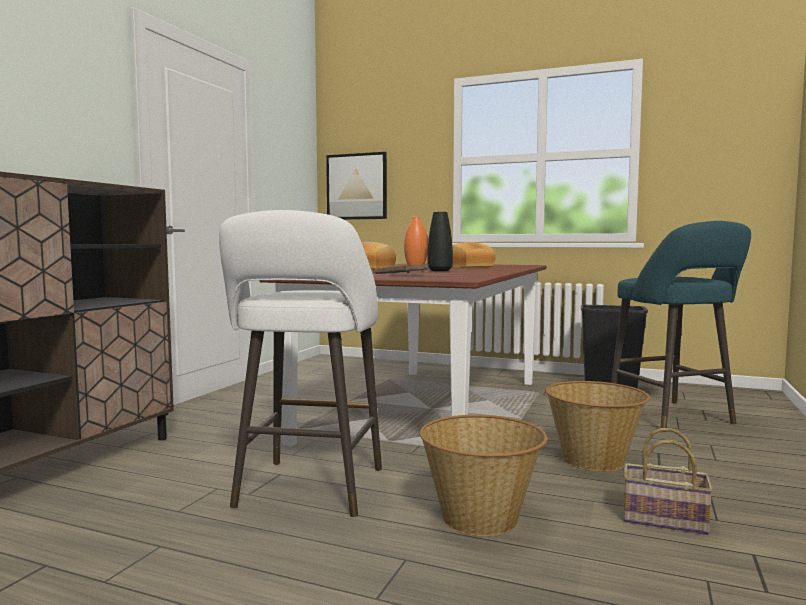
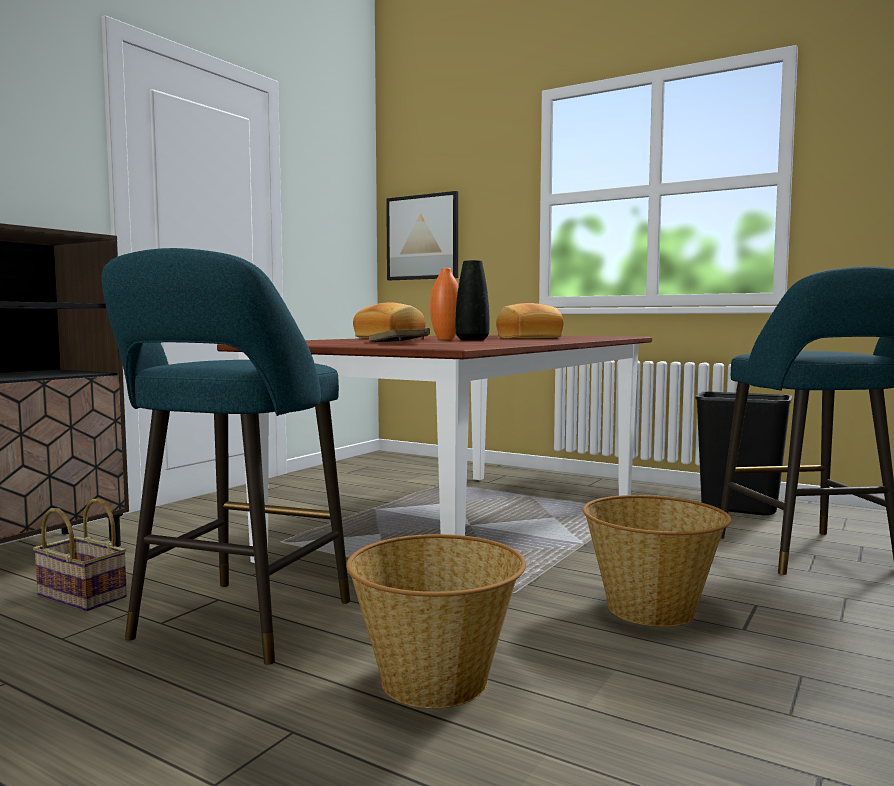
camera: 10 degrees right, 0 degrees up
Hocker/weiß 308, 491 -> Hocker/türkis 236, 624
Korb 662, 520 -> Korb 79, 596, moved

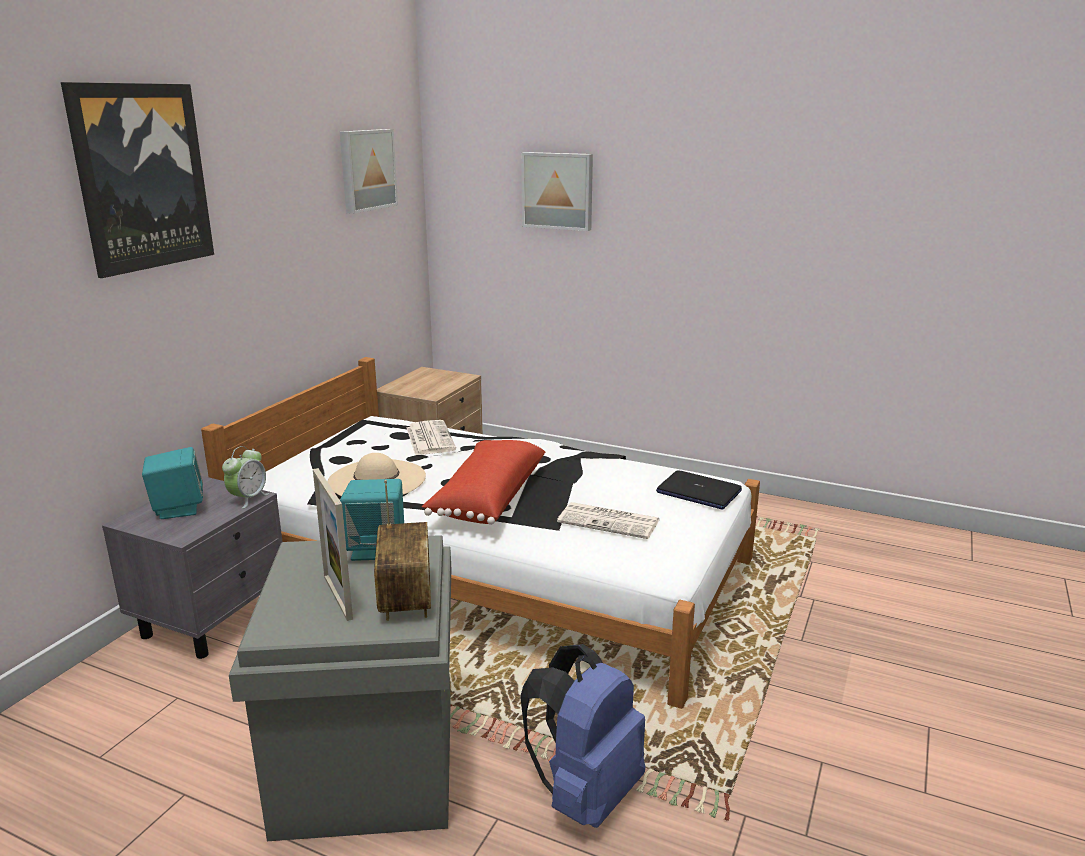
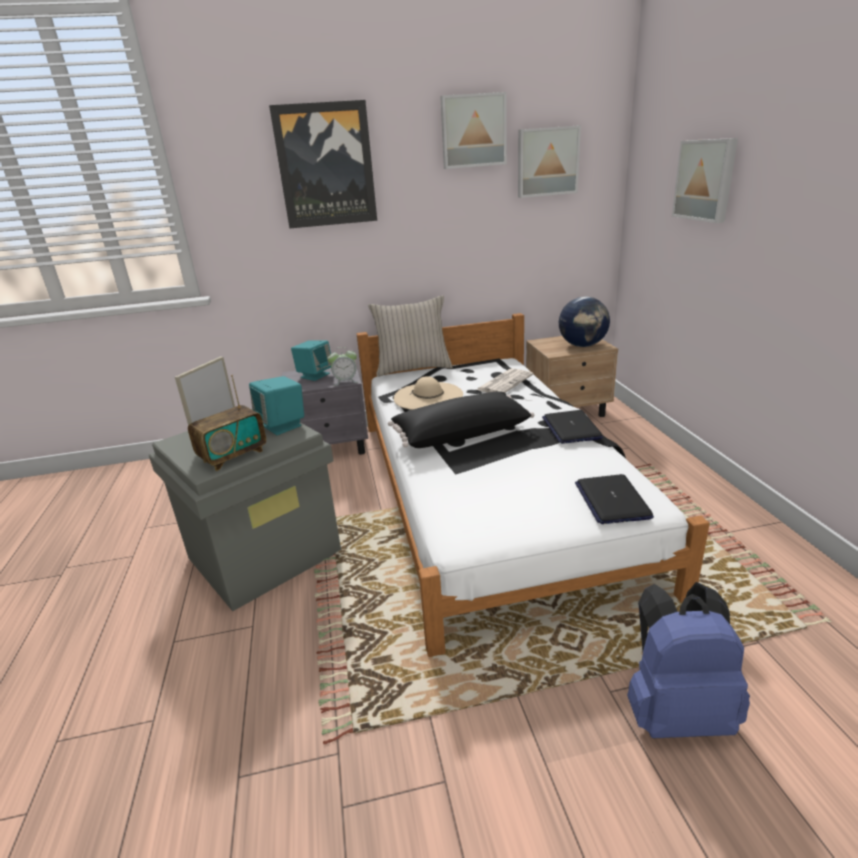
camera: 55 degrees right, 5 degrees up
Kissen/rot 487, 498 -> Kissen/schwarz 460, 433
Rucksack/blau 585, 793 -> Rucksack/blau 675, 711, moved
Zeitung 610, 521 -> none
none -> Kissen/beige 413, 368
none -> Bild 473, 131
none -> Laptop 571, 428
none -> Globus 582, 345

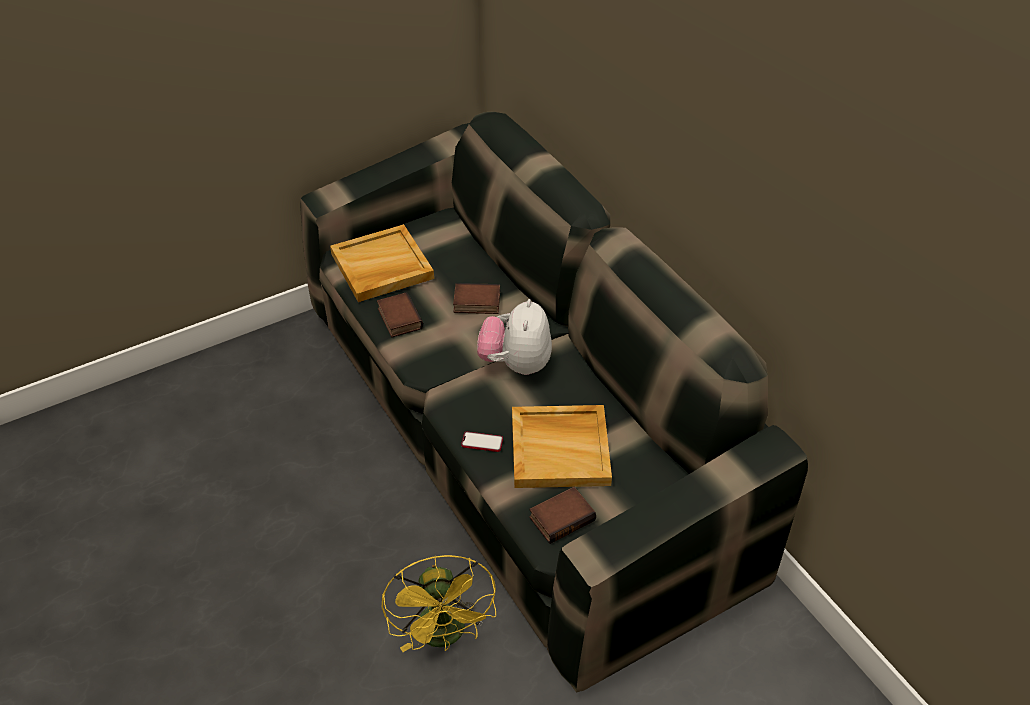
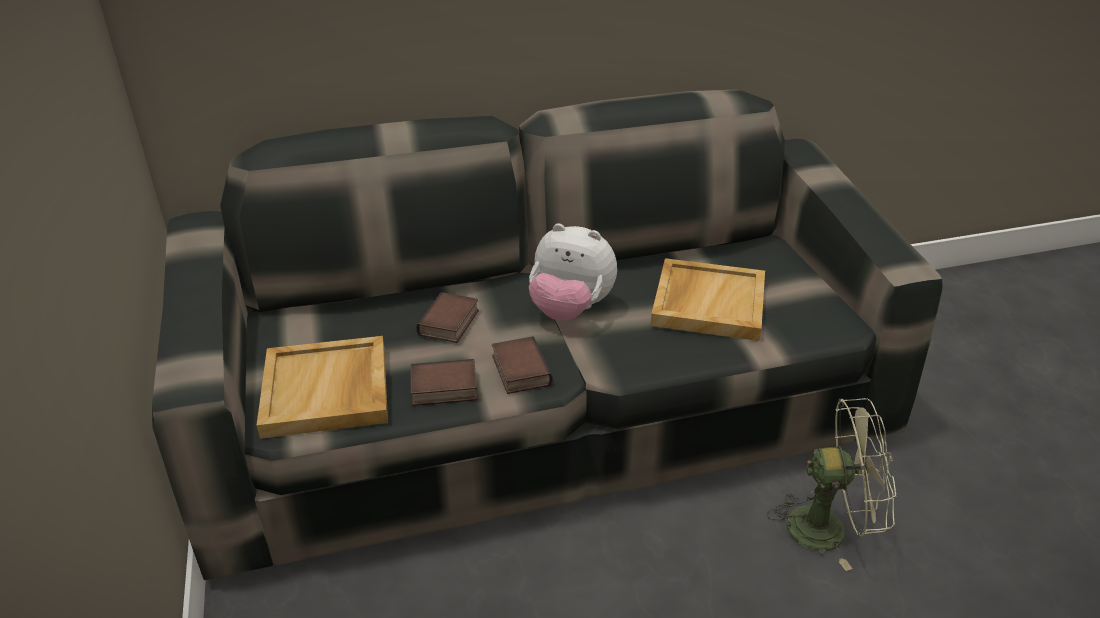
camera: 75 degrees left, 10 degrees down
Ventilator/gelb 444, 636 -> Ventilator/grün 829, 528
Handy 482, 442 -> none
Buch 562, 517 -> Buch 519, 370, moved

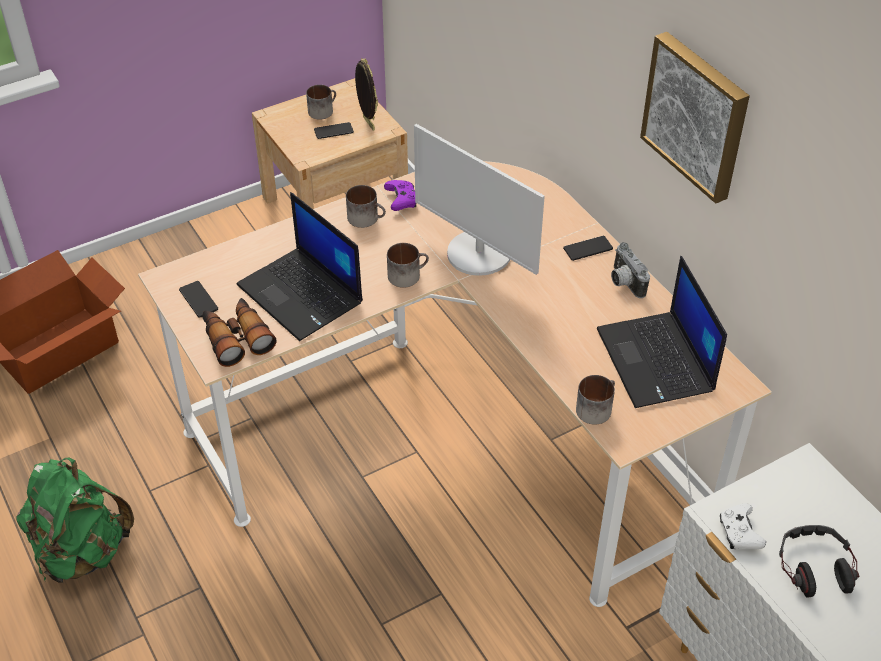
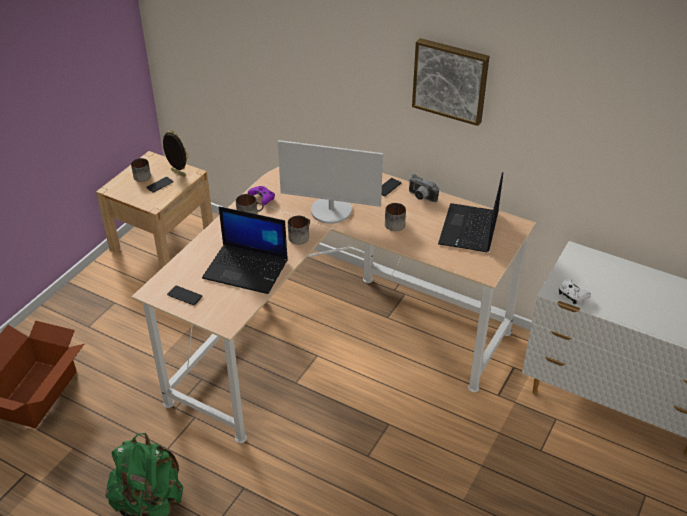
camera: 30 degrees left, 5 degrees down
Fernglas 236, 338 -> none
Henkelbecher 595, 407 -> Henkelbecher 394, 223, moved
Laptop 657, 361 -> Laptop 469, 229, 60 degrees clockwise
Kopfhörer 814, 567 -> none

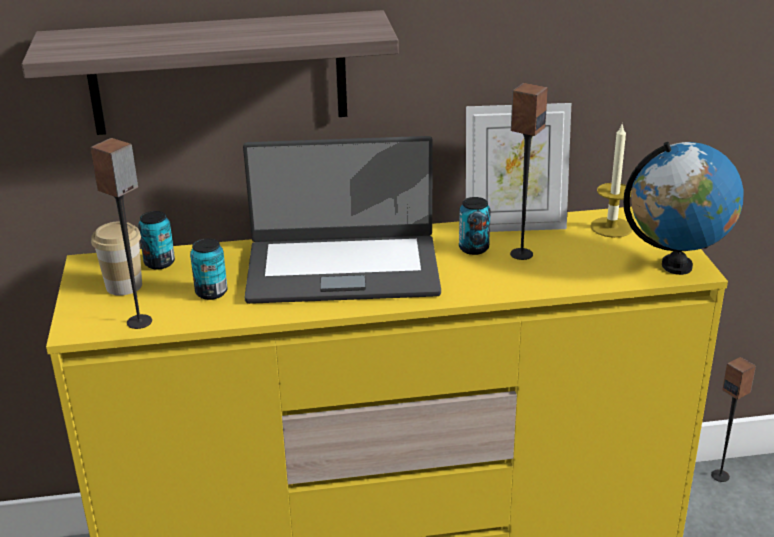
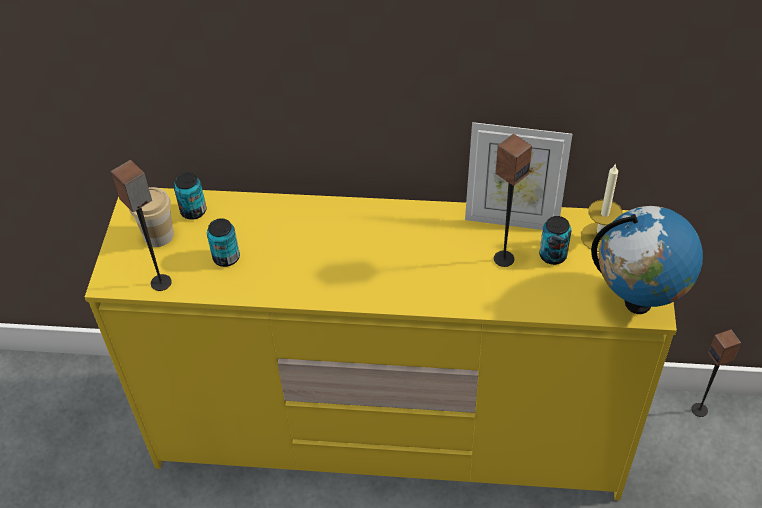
camera: 15 degrees right, 20 degrees up
Wandregal 218, 73 -> none
Laptop 342, 268 -> none
Dose 473, 248 -> Dose 552, 255, moved

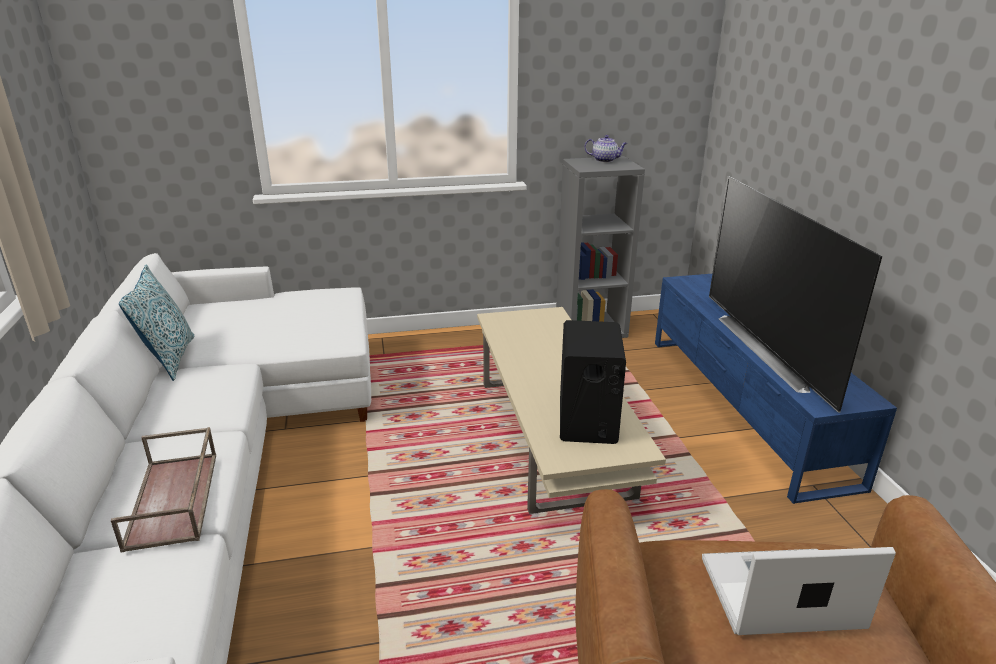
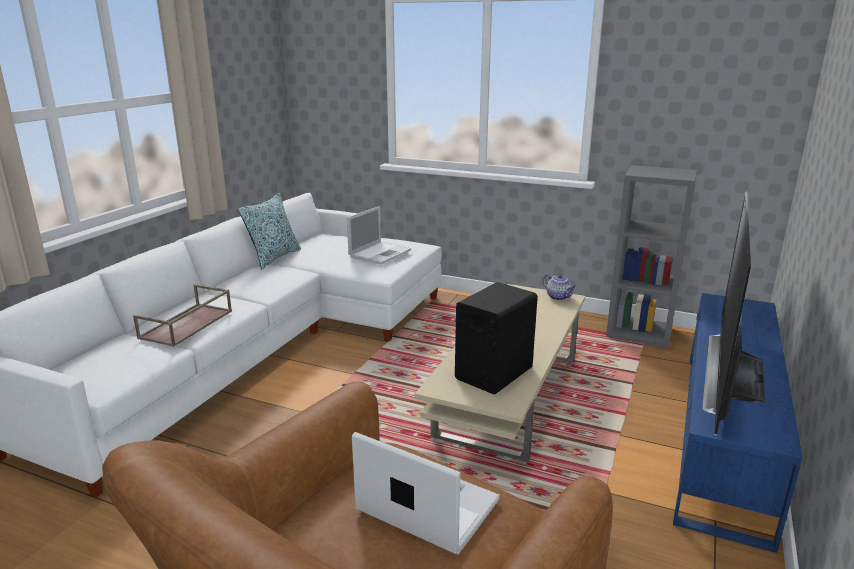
camera: 35 degrees right, 5 degrees down
Teekanne 605, 160 -> Teekanne 558, 297, moved
none -> Laptop 380, 253

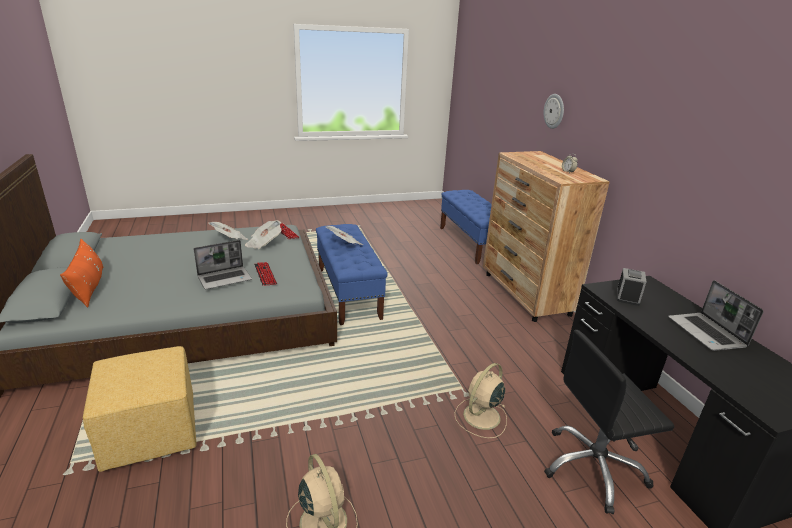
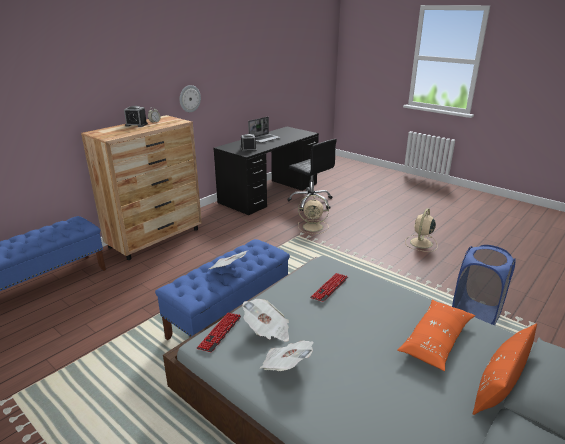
camera: 120 degrees left, 0 degrees up
Polsterhocker/gelb 149, 433 -> Wäschekorb/blau 476, 315
Laptop 225, 278 -> none
Wanduhr 554, 111 -> Wanduhr 189, 98, moved
none -> Wecker 136, 125
none -> Kissen/orange 436, 341

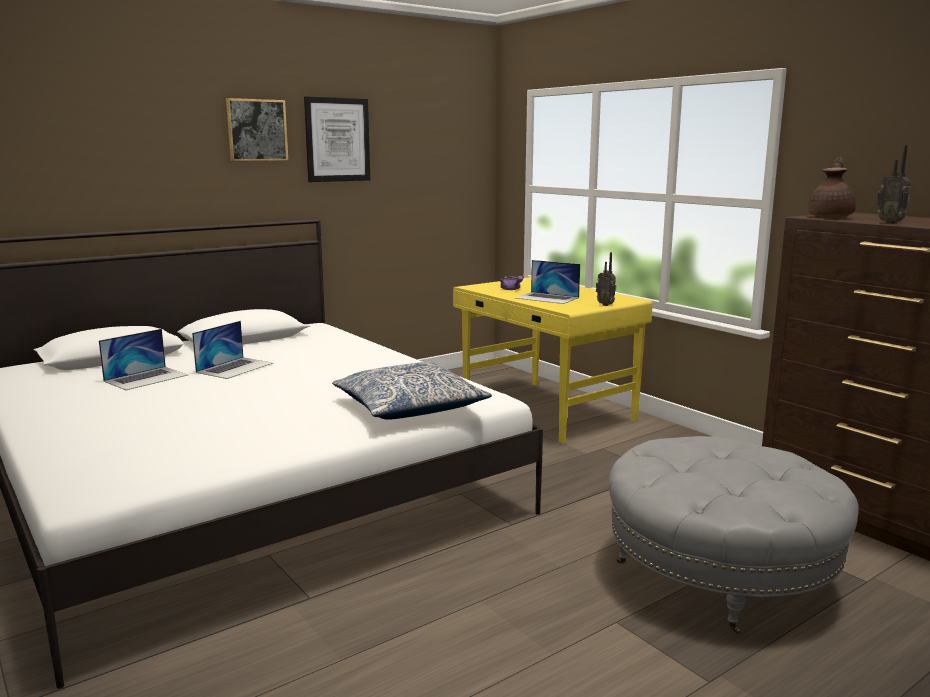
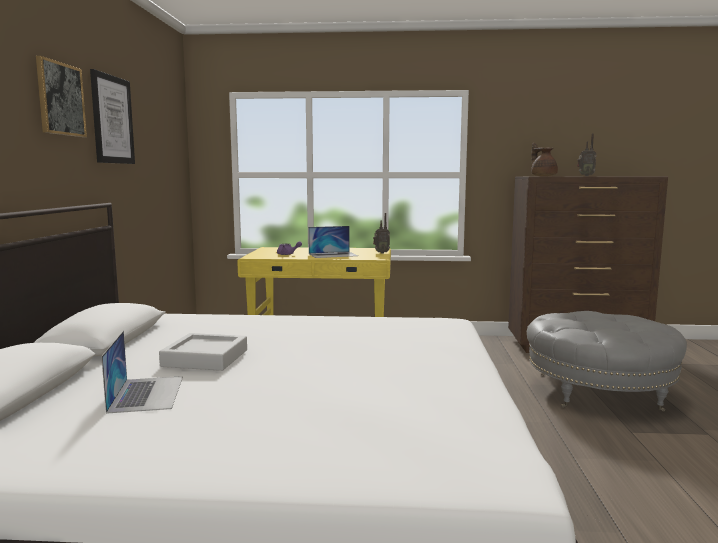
camera: 50 degrees left, 5 degrees down
Laptop 235, 367 -> Tablett/grau 205, 358
Kissen 409, 407 -> none

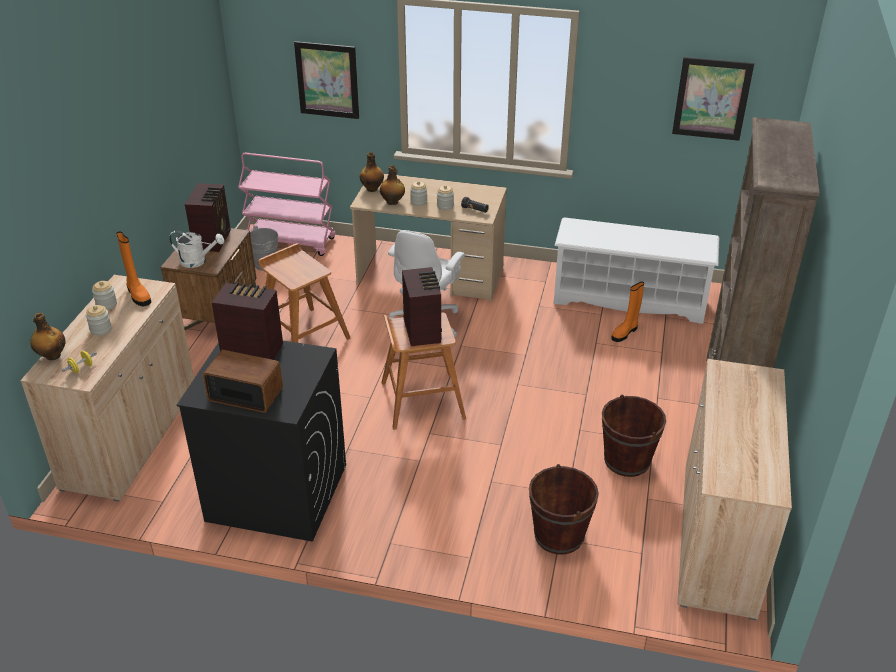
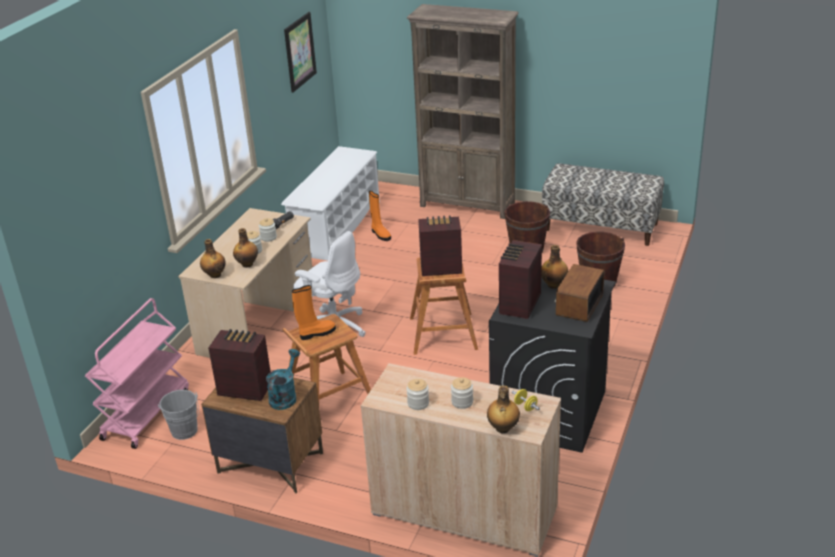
camera: 80 degrees left, 5 degrees down
Stiefel/orange 138, 295 -> Stiefel/orange 316, 333, moved
Gießkanne/weiß 198, 261 -> Gießkanne/türkis 285, 396
Bild 327, 80 -> none
Schrank/beige 717, 539 -> Bank 601, 227
none -> Flasche 554, 285

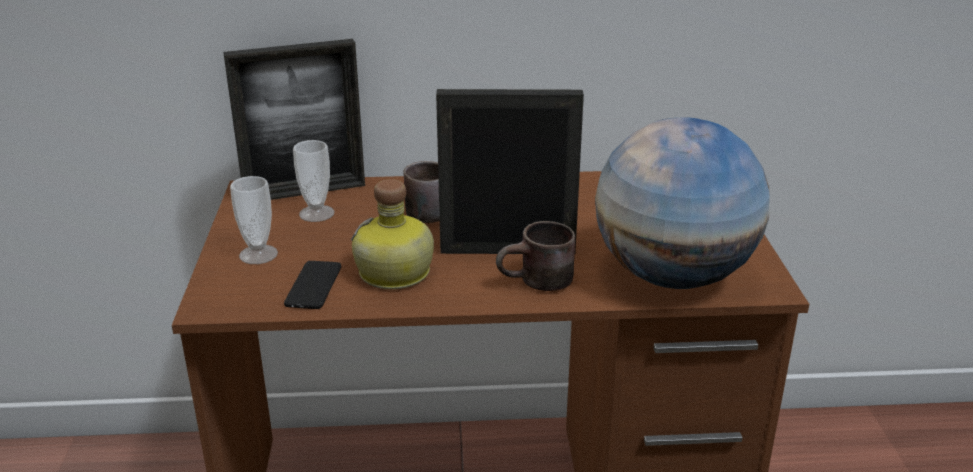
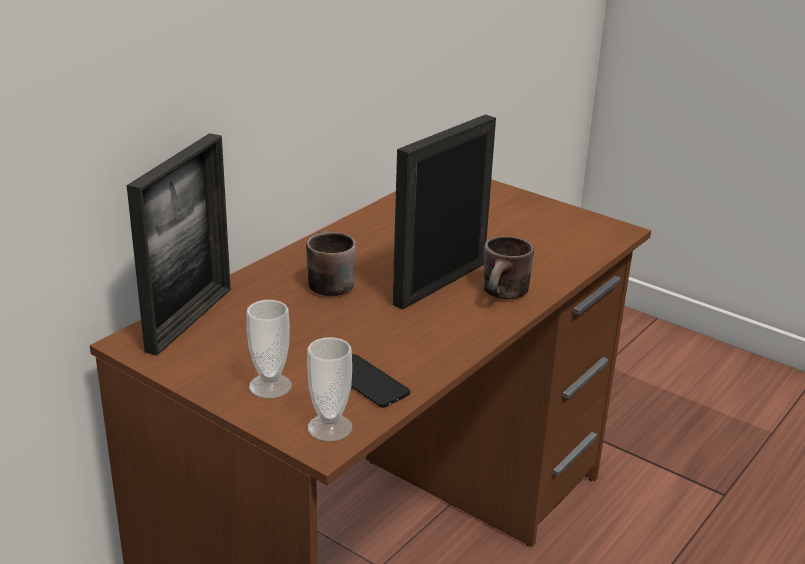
camera: 50 degrees left, 0 degrees up
Tasse 316, 213 -> Tasse 330, 427, moved
Flasche 395, 274 -> none
Globus 674, 276 -> none

